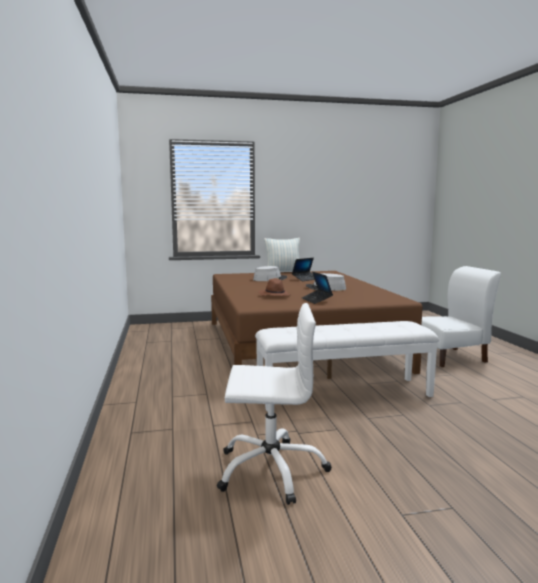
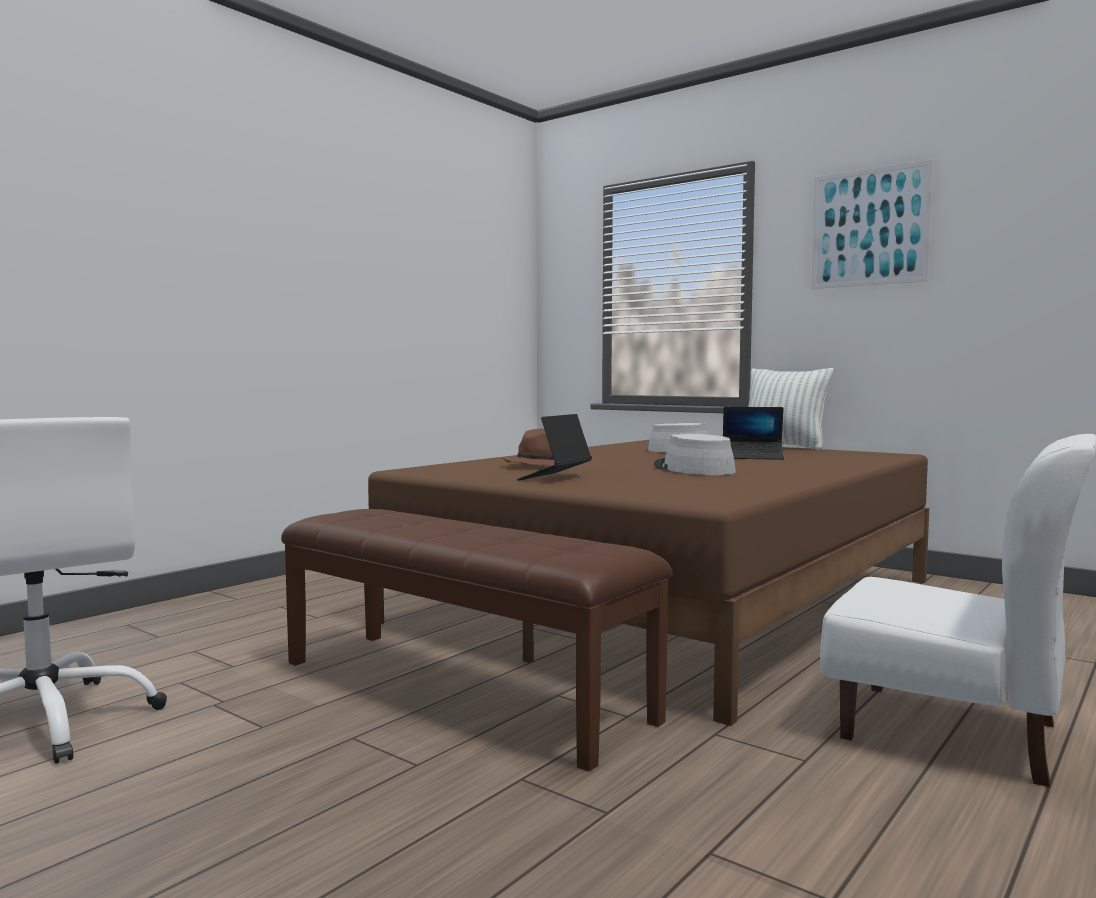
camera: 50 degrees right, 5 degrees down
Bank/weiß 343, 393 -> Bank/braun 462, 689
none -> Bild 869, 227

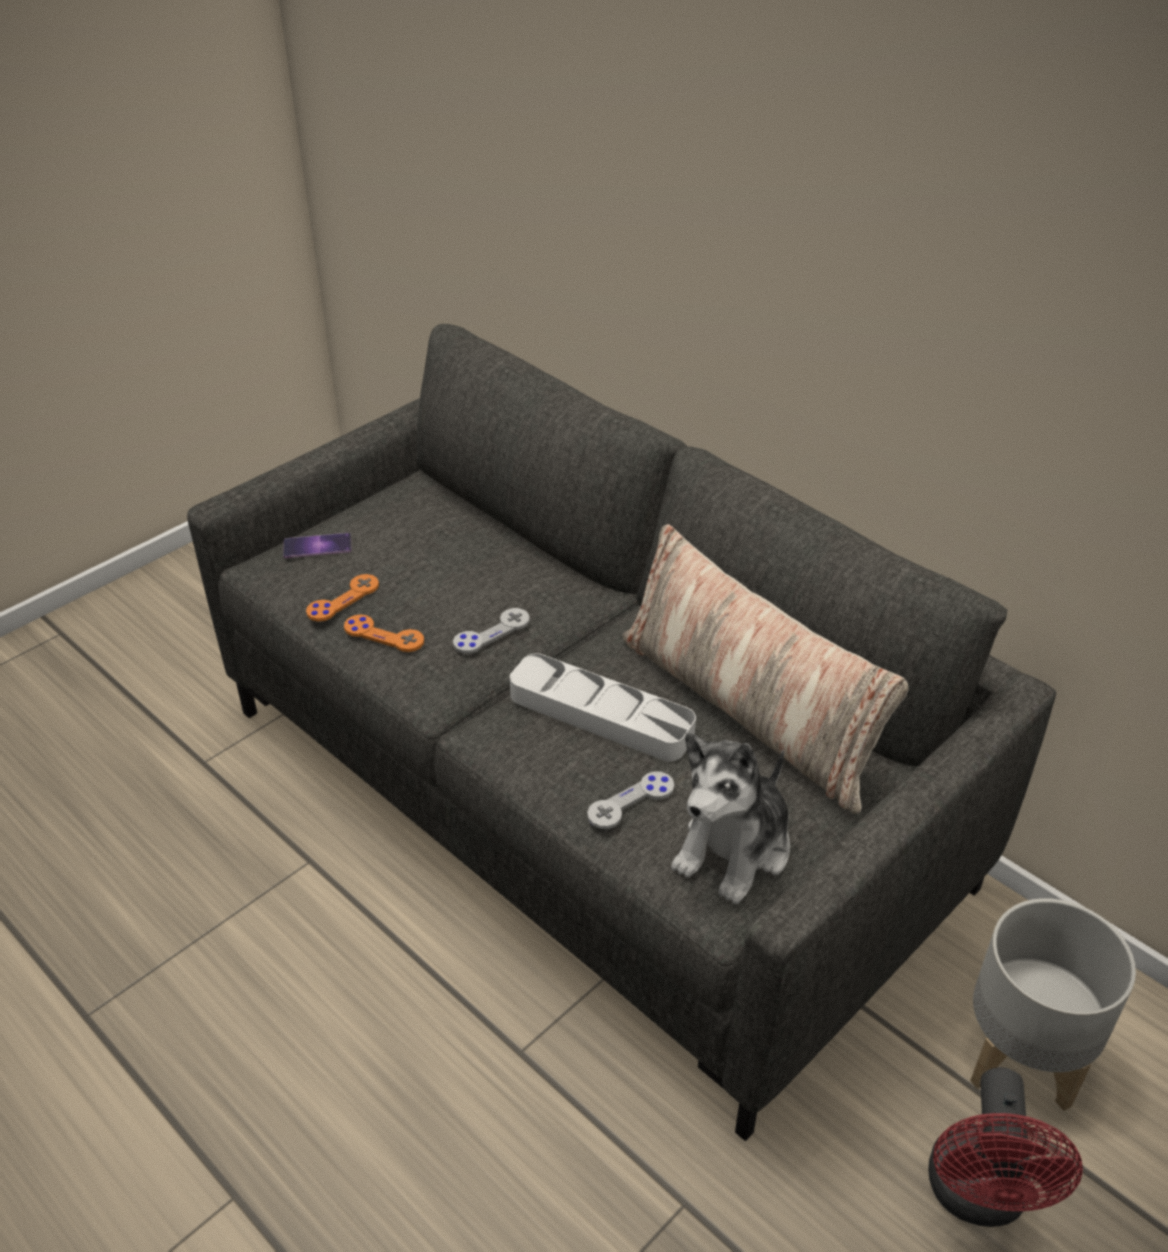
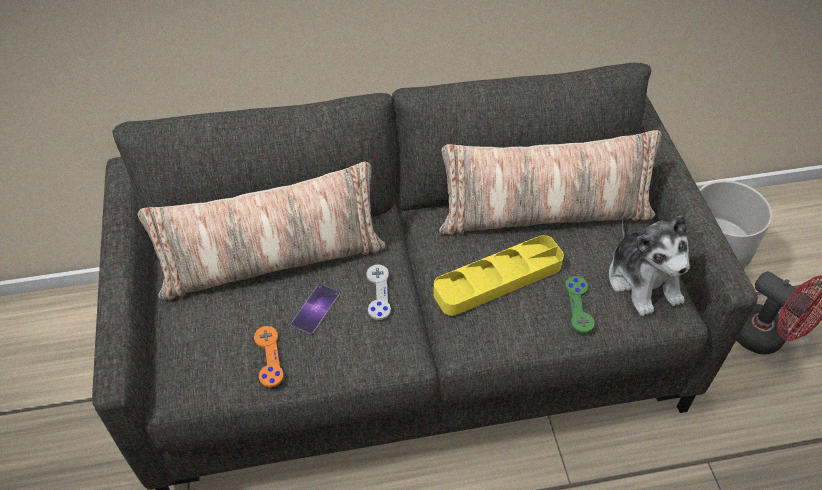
camera: 55 degrees left, 10 degrees up
Handy 317, 546 -> Handy 315, 309, moved
Gamepad/orange 384, 635 -> none
Tablett/grau 601, 715 -> Tablett/gelb 498, 279
Gamepad/grau 631, 802 -> Gamepad/grün 579, 305
none -> Kissen 272, 260

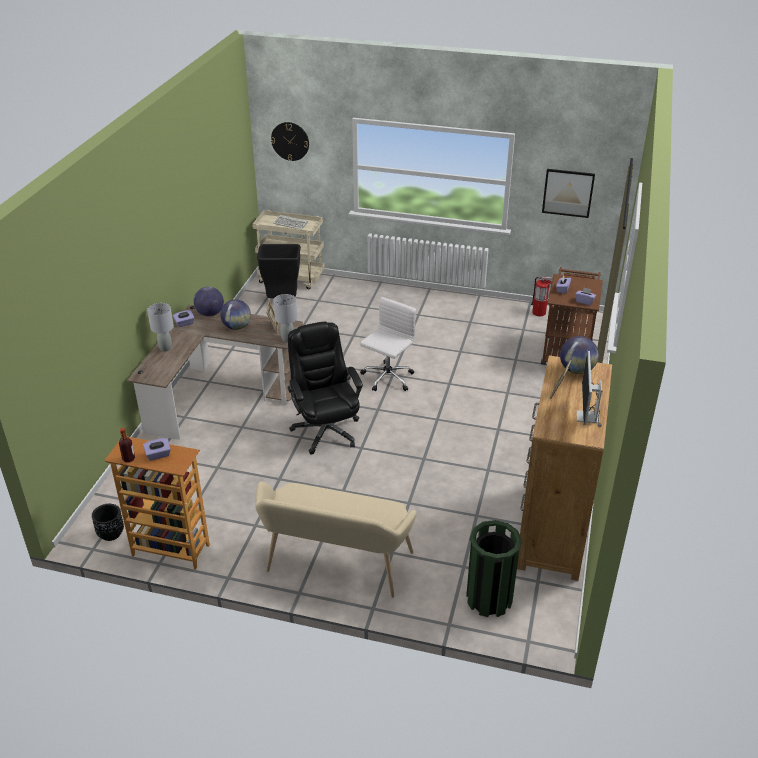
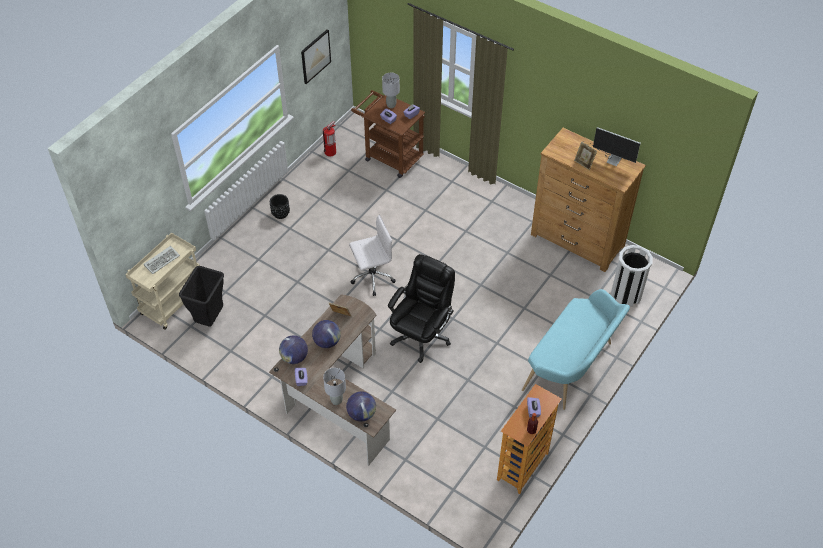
camera: 70 degrees left, 15 degrees up
Pflanzkübel/schwarz 111, 534 -> Pflanzkübel/schwarz 280, 214, moved
Bank/beige 335, 566 -> Bank/türkis 572, 367
Wanduhr 290, 141 -> none
Tischlampe/grau 287, 339 -> Tischlampe/grau 391, 105, moved
Bürostuhl/schwarz 326, 430 -> Bürostuhl/schwarz 421, 335, 120 degrees clockwise
Bürostuhl/weiß 387, 378 -> Bürostuhl/weiß 371, 277, 105 degrees clockwise
Mülleimer/grün 489, 599 -> Mülleimer/weiß 626, 294
Globus 576, 370 -> Globus 361, 414, moved

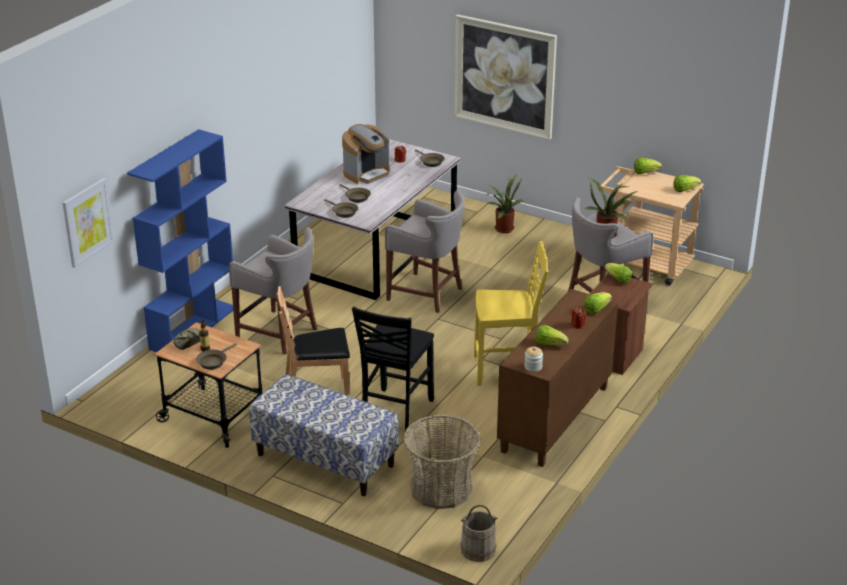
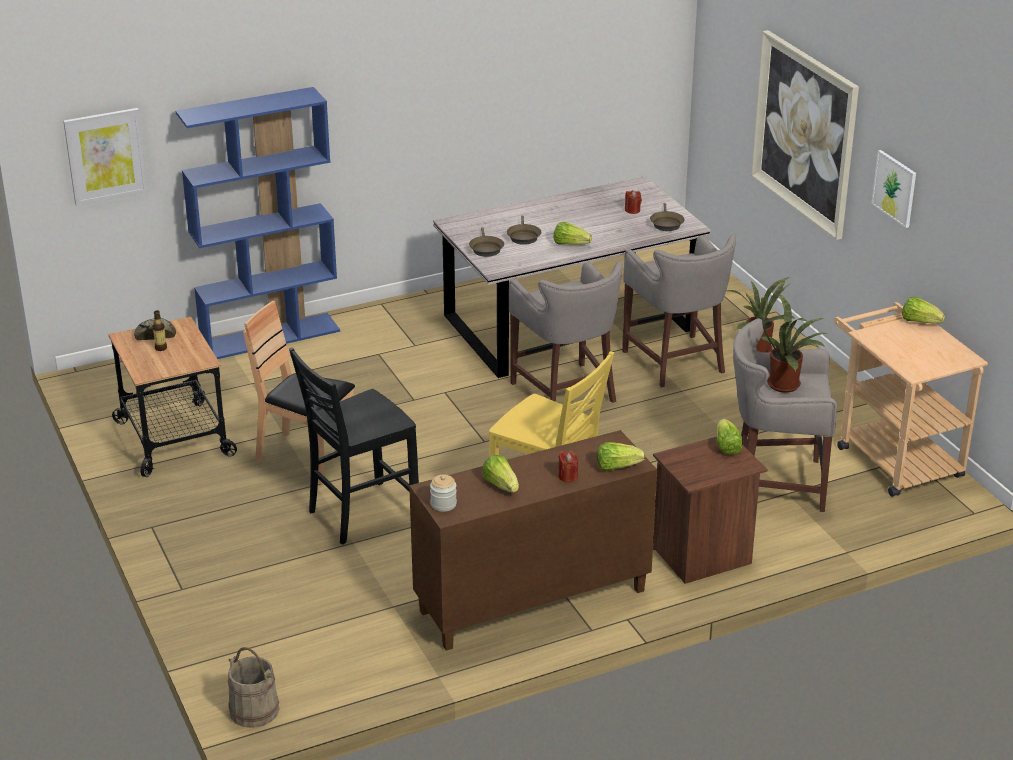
camera: 35 degrees right, 0 degrees up
Pfanne/braun 213, 361 -> none
Hocker/grau 279, 333 -> Hocker/grau 676, 362, moved
Bank 324, 460 -> none
Kaffeemaschine 367, 173 -> none
Korb 441, 488 -> none
Salatkopf 684, 190 -> Salatkopf 570, 244, moved
none -> Bild 894, 188

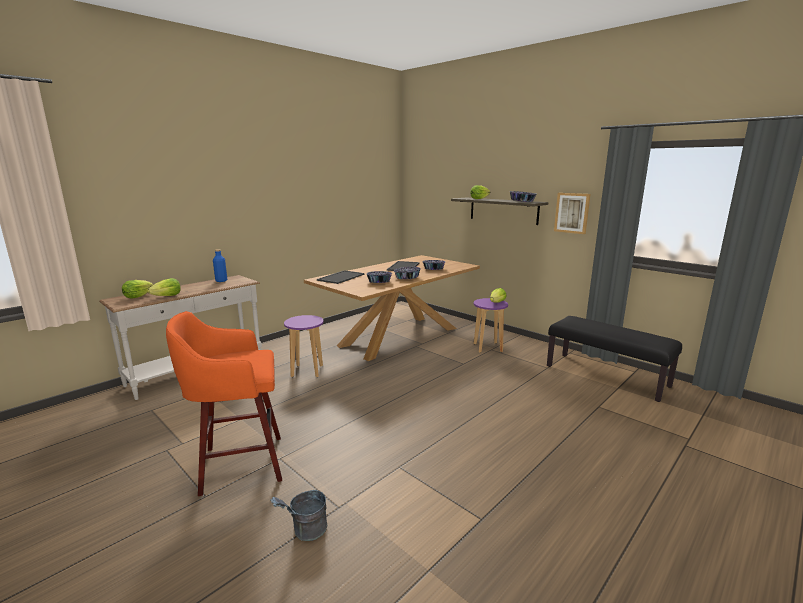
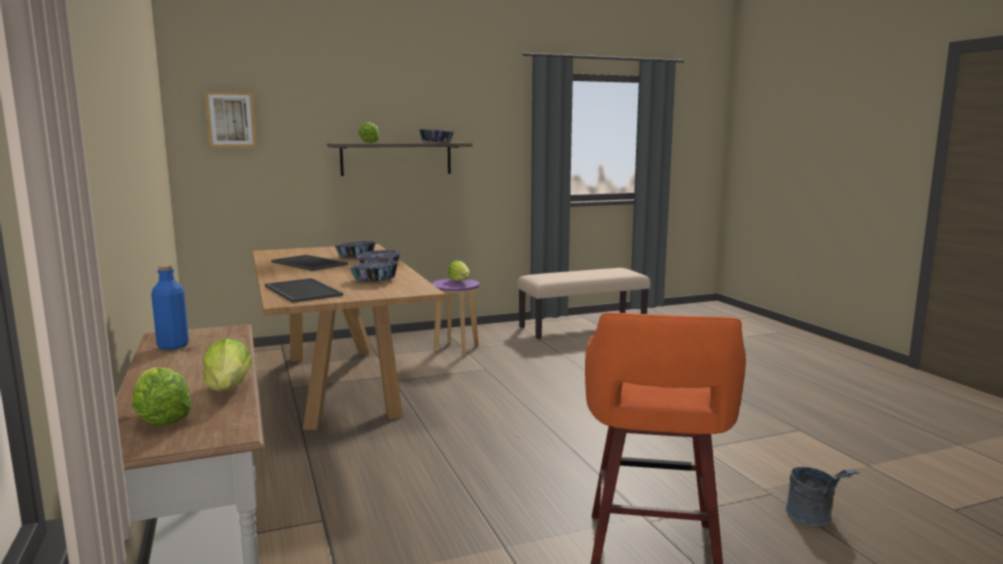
camera: 65 degrees left, 5 degrees down
Hocker/lila 307, 371 -> none
Bank/schwarz 606, 376 -> Bank/beige 582, 327
Bild 572, 213 -> Bild 231, 119, moved

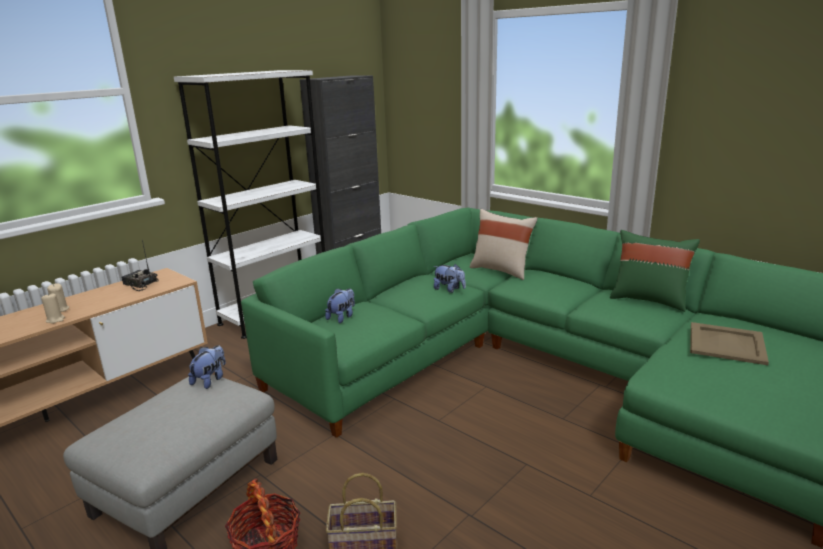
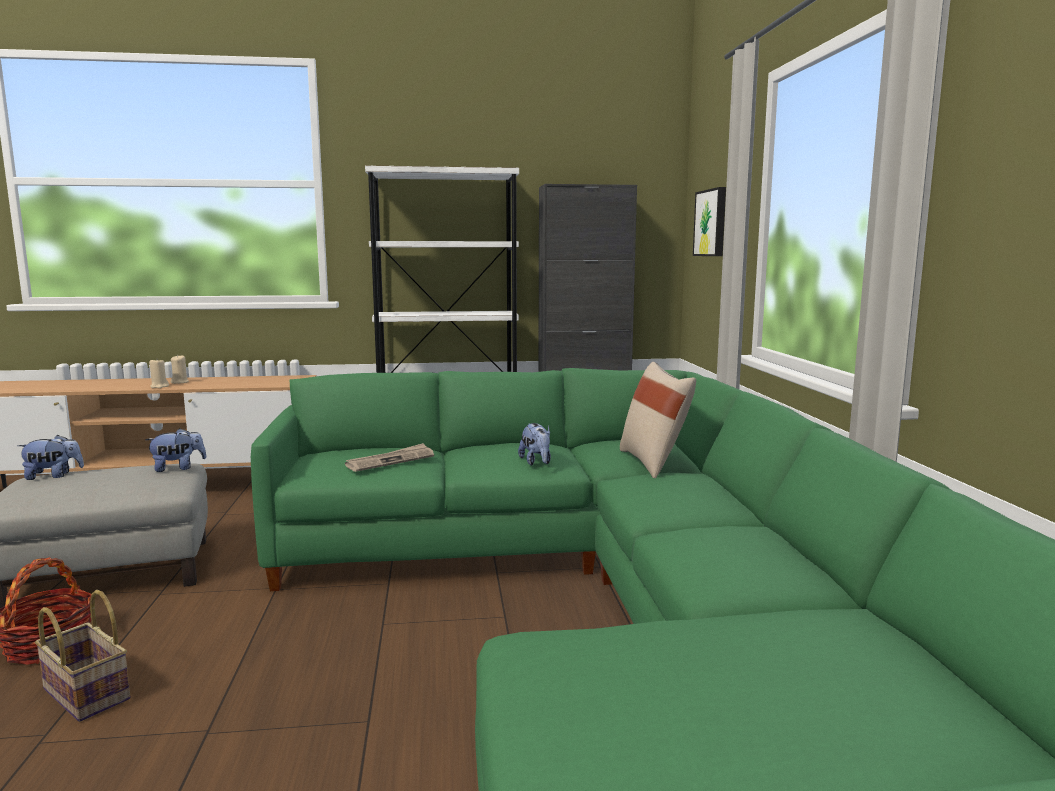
camera: 40 degrees right, 10 degrees down
Radio 139, 284 -> none
Plüschtier 342, 317 -> Plüschtier 53, 476, moved
Kissen/grün 649, 300 -> none
Tablett/beige 726, 343 -> none
none -> Zeitung 390, 461
none -> Bild 711, 223

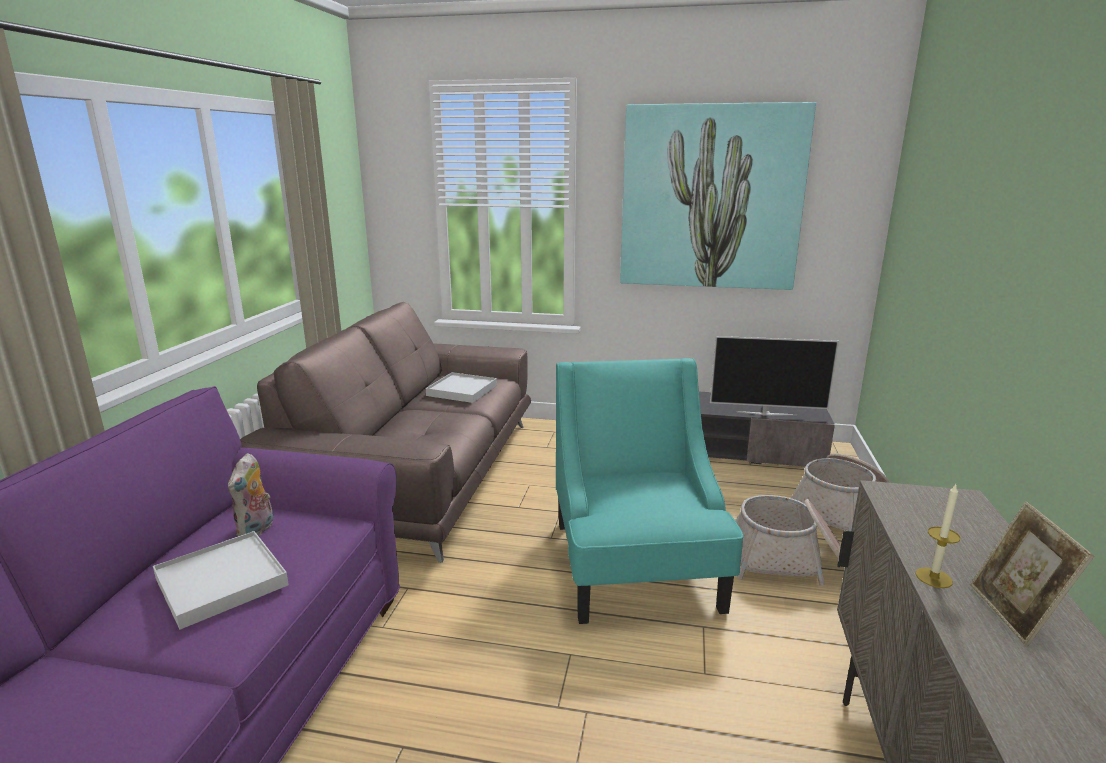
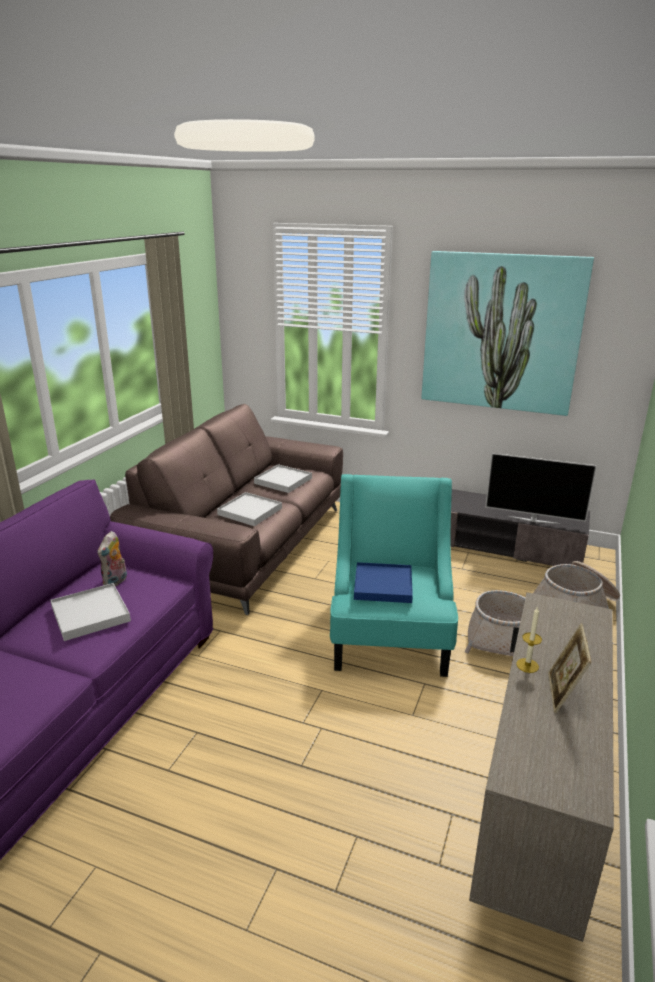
camera: 10 degrees right, 5 degrees up
none -> Tablett/weiß 249, 511
none -> Tablett/blau 383, 585

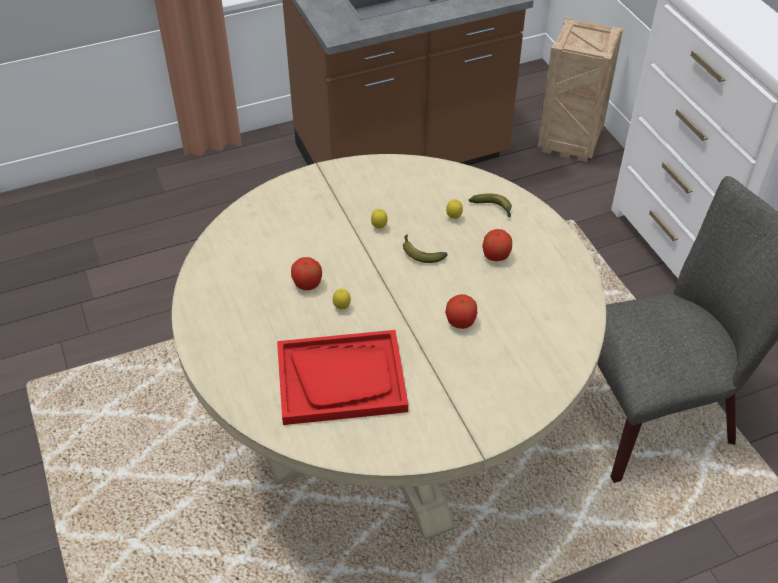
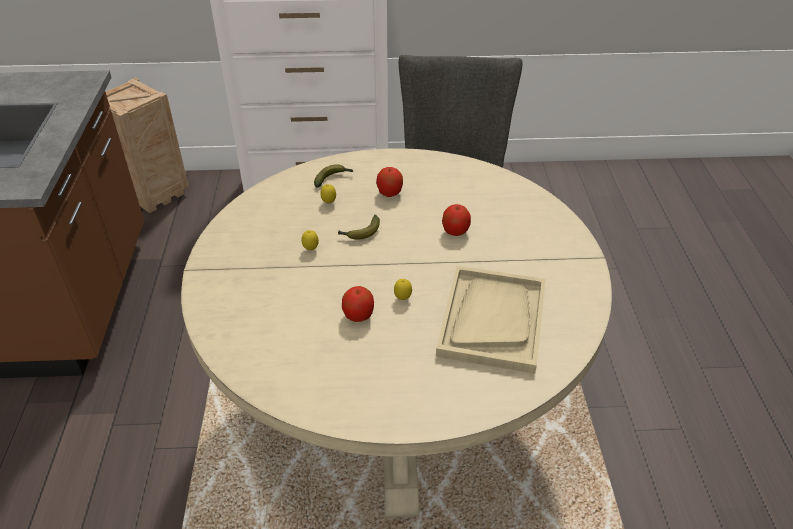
camera: 70 degrees left, 5 degrees down
Tablett/rot 341, 379 -> Tablett/beige 492, 319

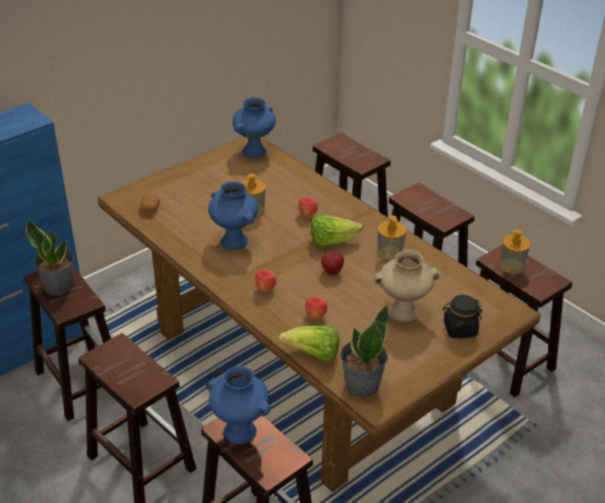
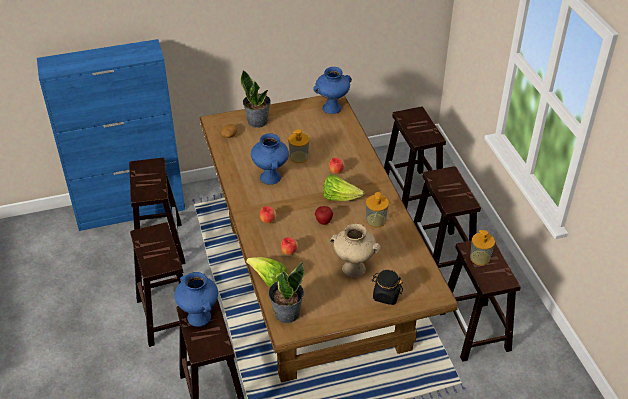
camera: 25 degrees right, 5 degrees up
Topfpflanze 58, 286 -> Topfpflanze 257, 121, moved

